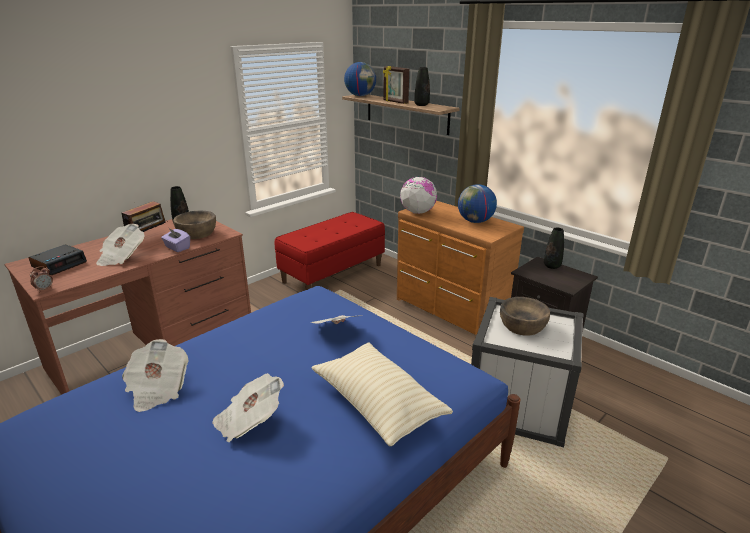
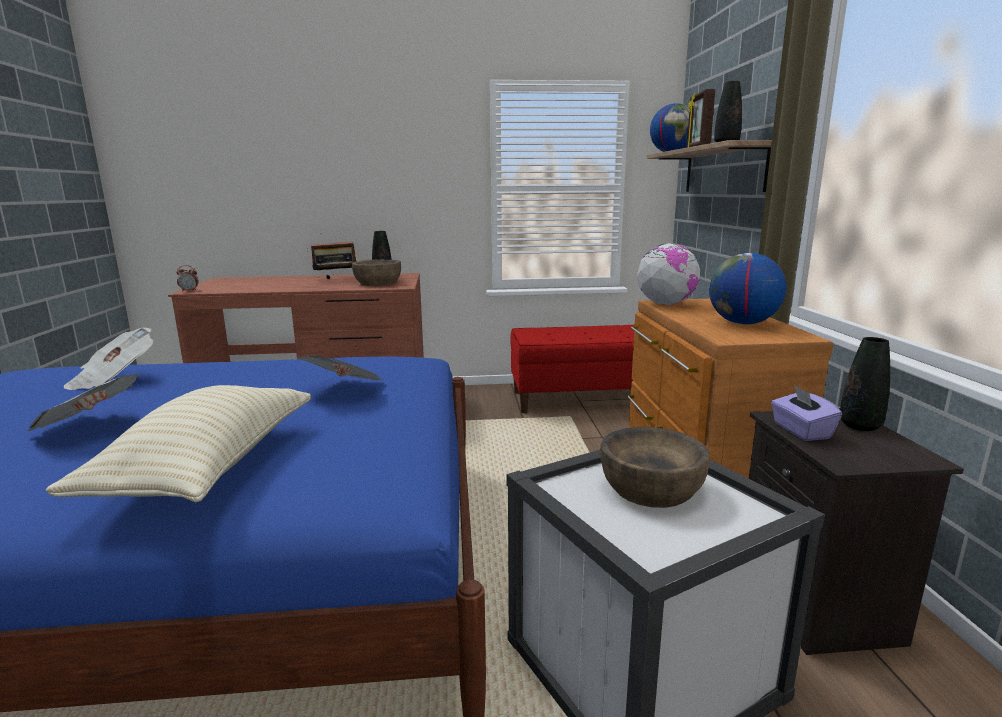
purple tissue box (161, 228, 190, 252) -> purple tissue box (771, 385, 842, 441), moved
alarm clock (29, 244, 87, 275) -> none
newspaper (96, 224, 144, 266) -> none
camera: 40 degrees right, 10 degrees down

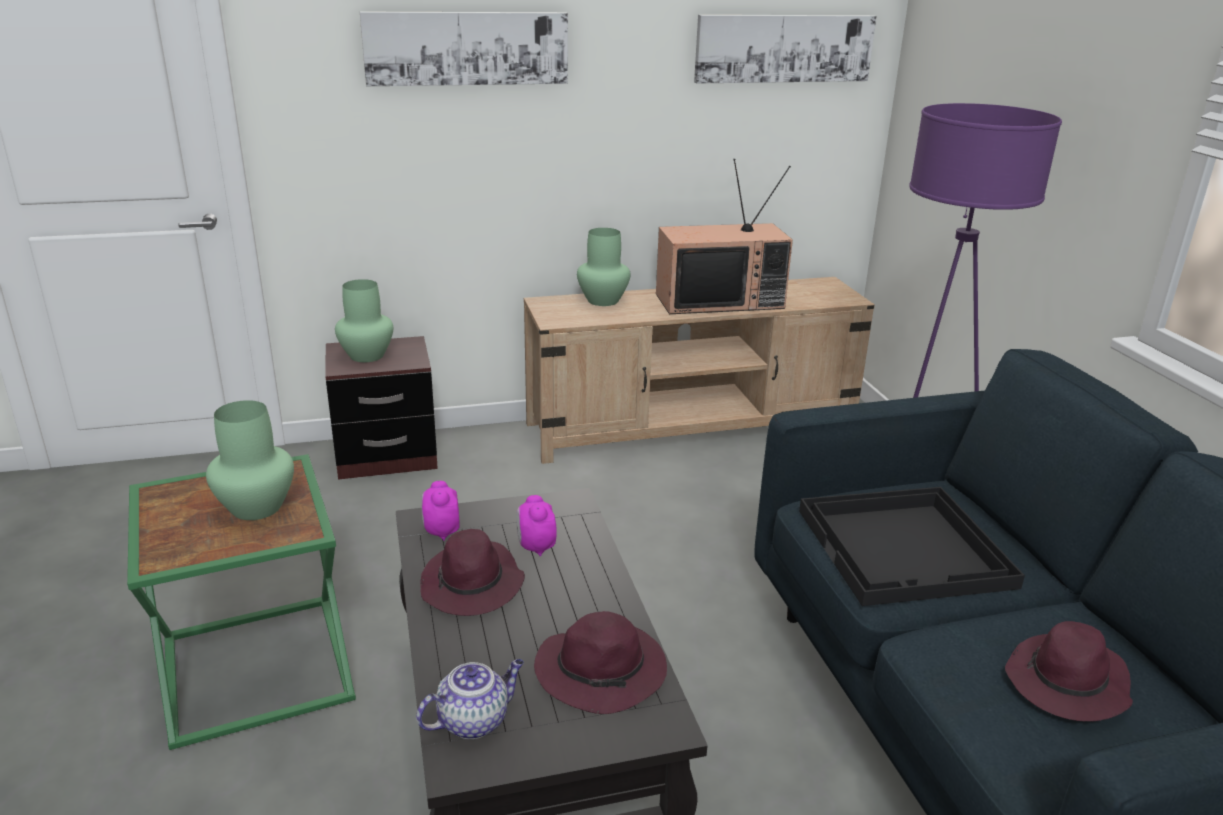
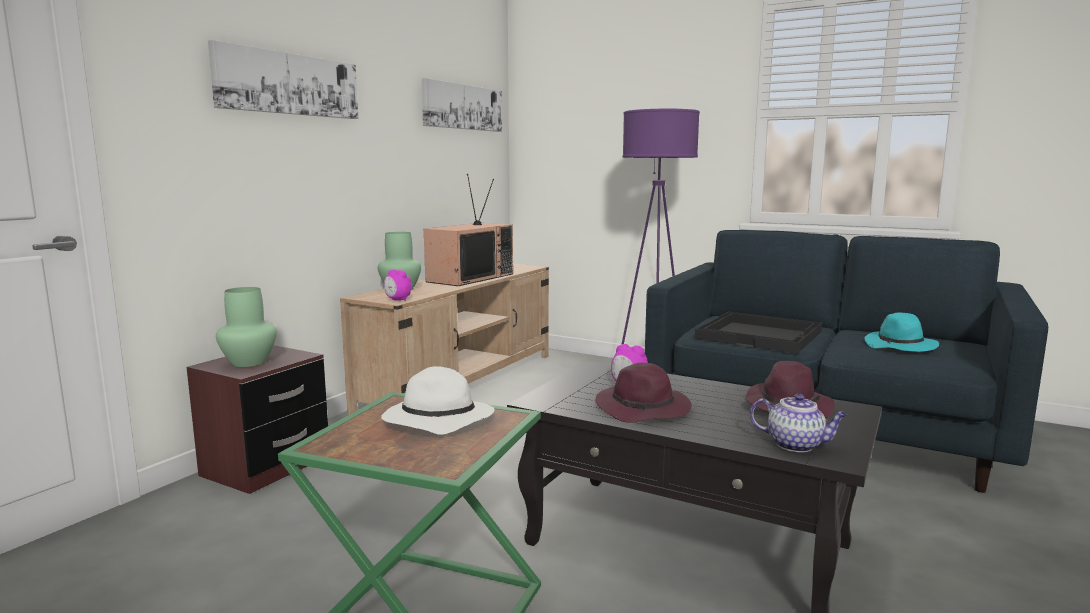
green vase (206, 400, 294, 520) -> white hat (381, 366, 494, 435)
alarm clock (422, 481, 460, 541) -> alarm clock (384, 269, 411, 301), moved
teapot (416, 659, 524, 739) -> teapot (750, 393, 848, 452), 105 degrees clockwise
purple hat (1005, 621, 1133, 721) -> turquoise hat (864, 312, 939, 352)
camera: 45 degrees left, 15 degrees down

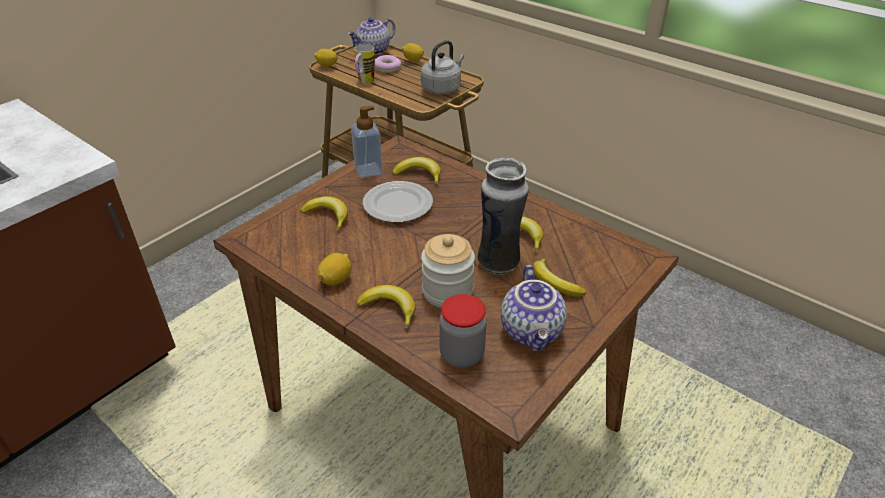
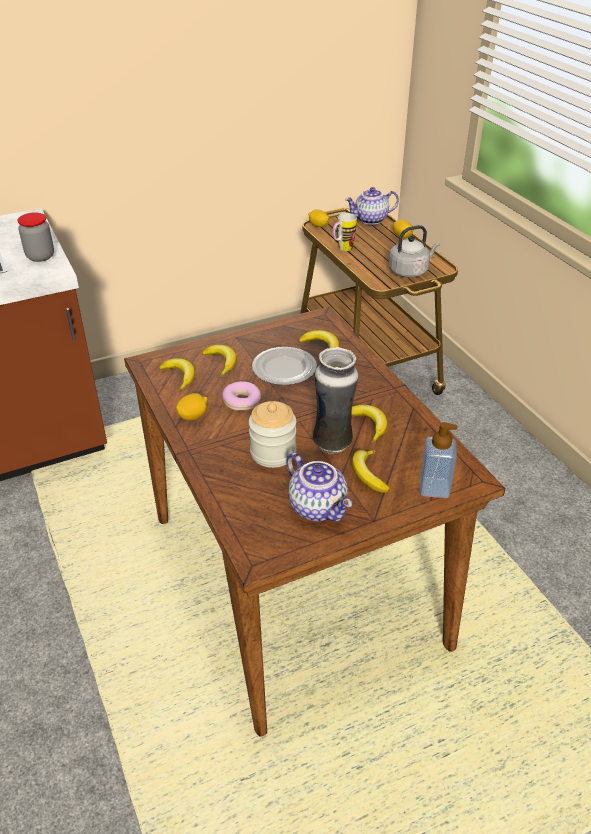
jar (439, 294, 487, 368) -> jar (17, 212, 54, 262), moved
banana (356, 285, 416, 329) -> banana (159, 358, 195, 392), moved
donut (375, 55, 401, 73) -> donut (222, 381, 261, 411), moved
teapot (501, 265, 567, 351) -> teapot (287, 452, 352, 522), 60 degrees counterclockwise
soap dispenser (351, 106, 383, 178) -> soap dispenser (420, 422, 457, 498), moved
camera: 25 degrees right, 0 degrees up

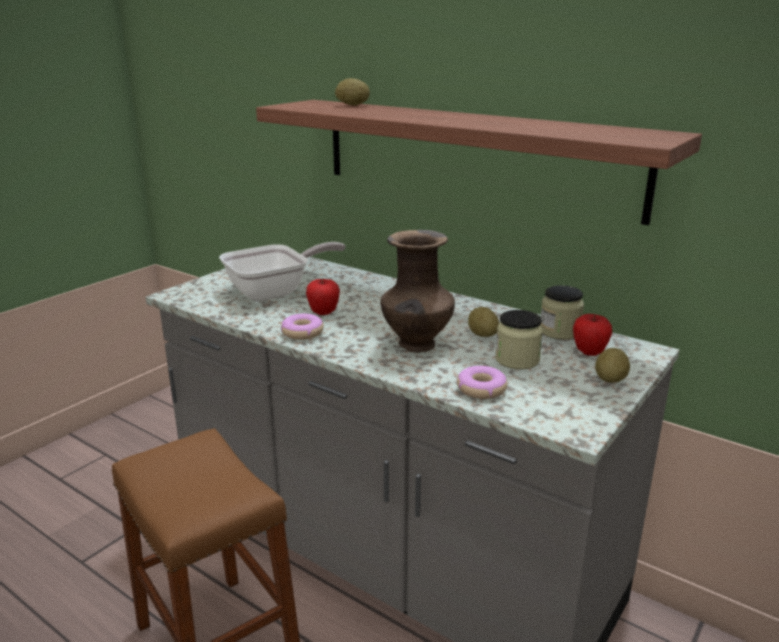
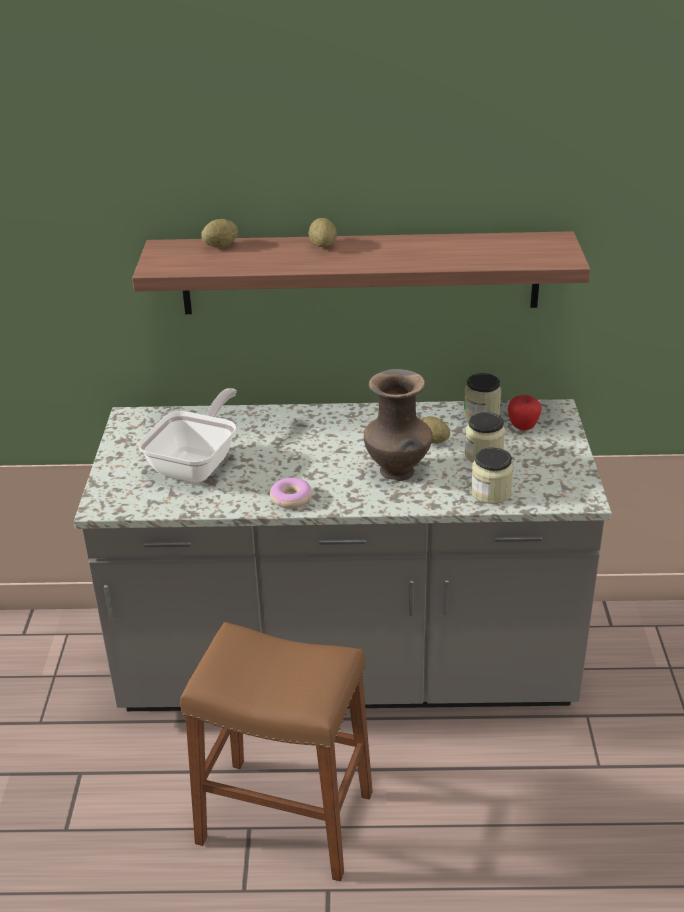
potato (595, 348, 630, 383) -> potato (309, 218, 337, 247), moved
donut (457, 366, 508, 399) -> jar (471, 447, 513, 504)
apple (306, 279, 340, 315) -> none
camera: 35 degrees left, 10 degrees up

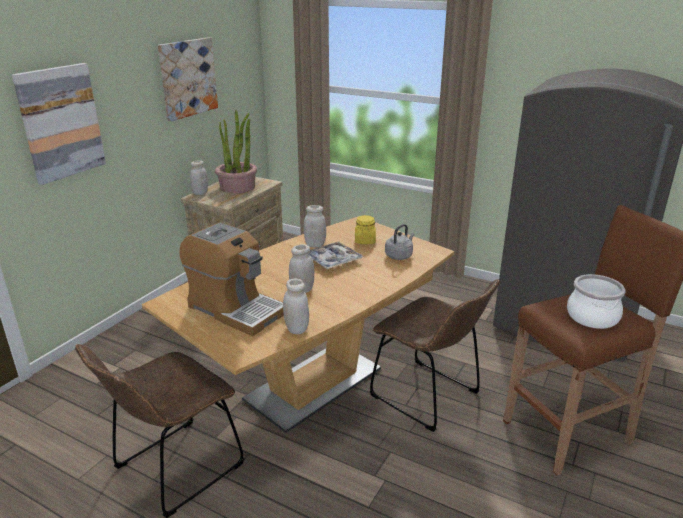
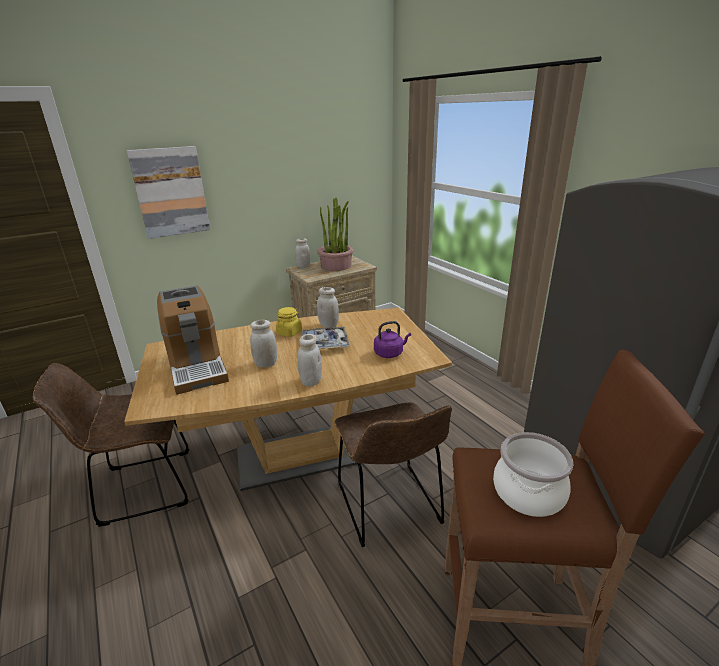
yellow jar (355, 215, 376, 244) -> yellow jar (276, 307, 302, 337), moved
white jar (283, 278, 309, 334) -> white jar (297, 334, 322, 387), moved
grey kettle (385, 224, 414, 260) -> purple kettle (374, 321, 411, 358)
picture (158, 37, 218, 121) -> none
camera: 30 degrees right, 0 degrees up

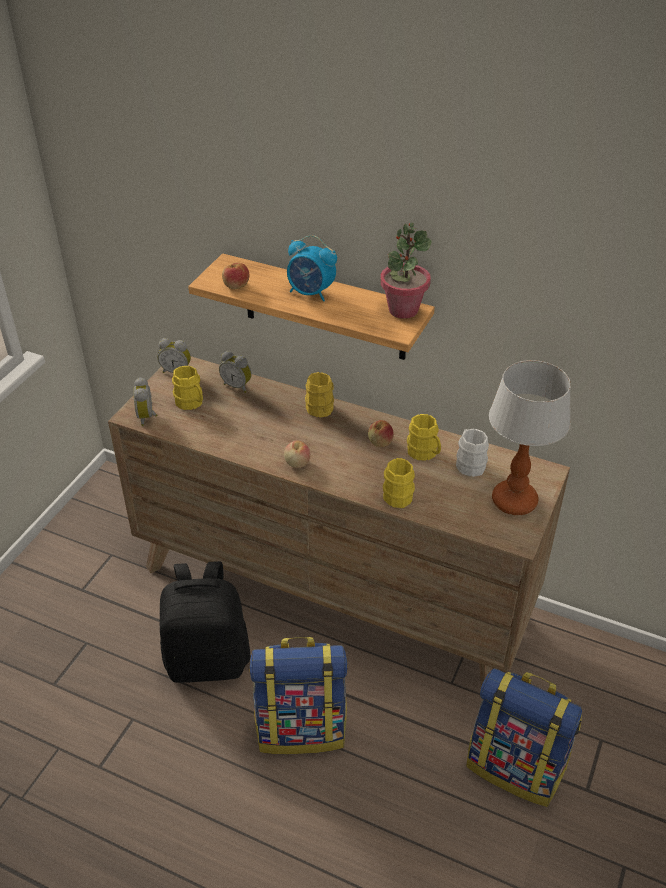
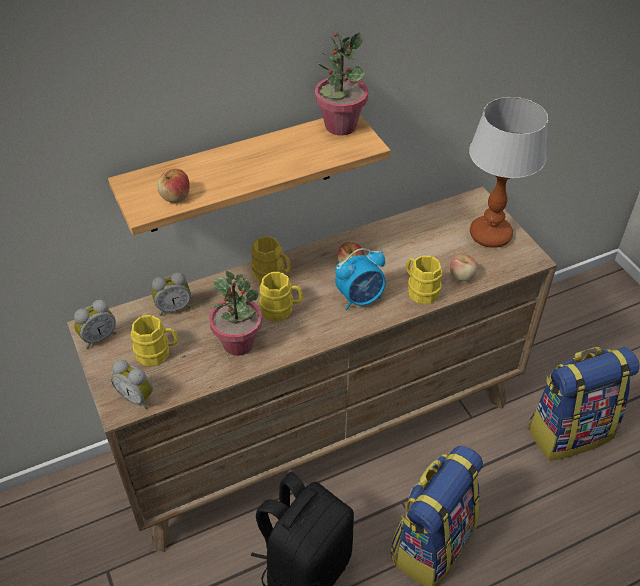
none -> potted plant (209, 271, 262, 356)
yellow mug (407, 414, 441, 461) -> yellow mug (259, 272, 303, 321), moved
alarm clock (287, 235, 337, 302) -> alarm clock (335, 248, 386, 310), moved
apple (284, 441, 310, 468) -> apple (450, 254, 477, 281), moved
white mug (456, 429, 489, 477) -> none
camera: 50 degrees left, 5 degrees up

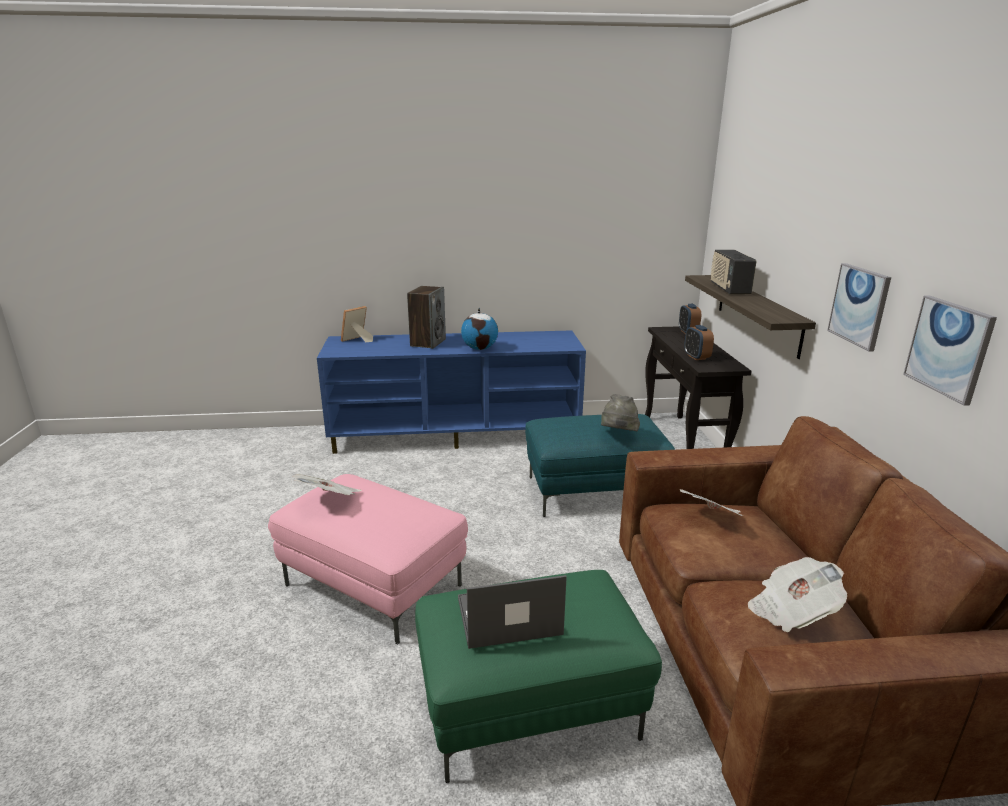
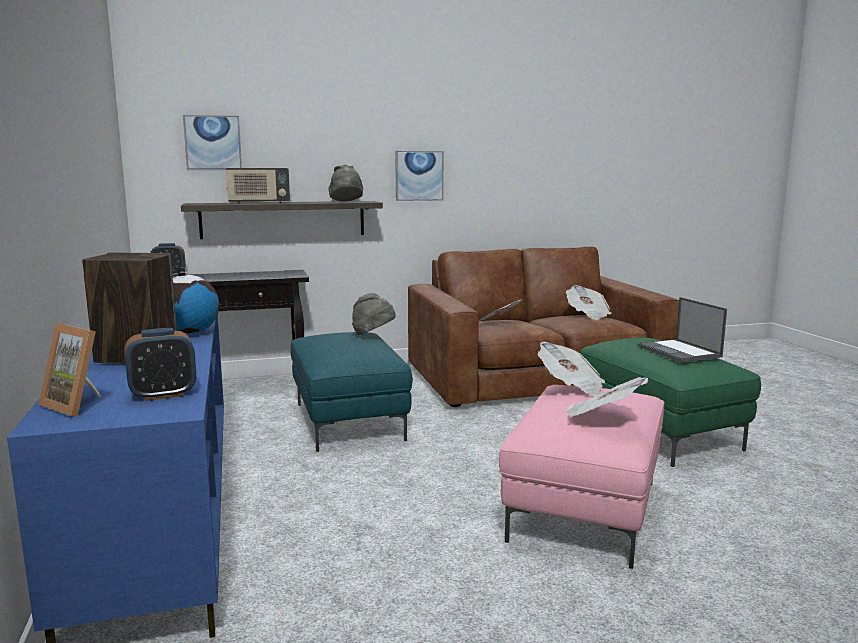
alarm clock (684, 325, 714, 360) -> alarm clock (124, 328, 196, 401), moved
picture (903, 295, 997, 406) -> picture (183, 115, 242, 170), moved
none -> grey hat (329, 165, 363, 201)
none -> newspaper (538, 342, 605, 396)
camera: 100 degrees left, 10 degrees down

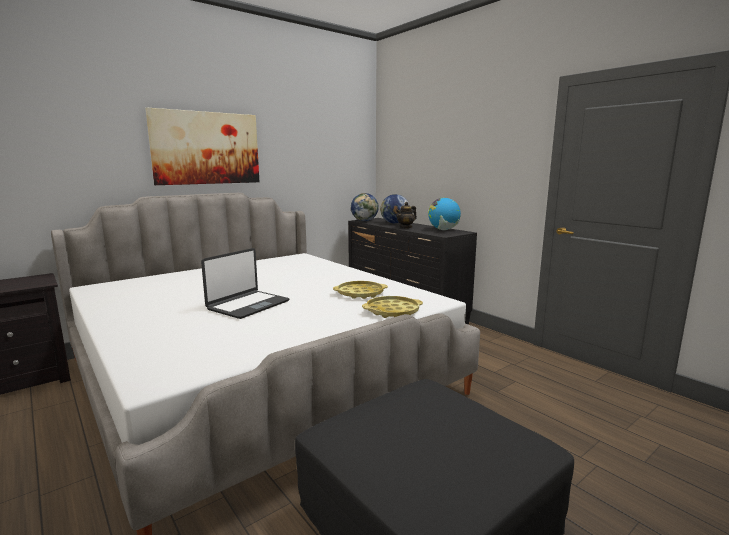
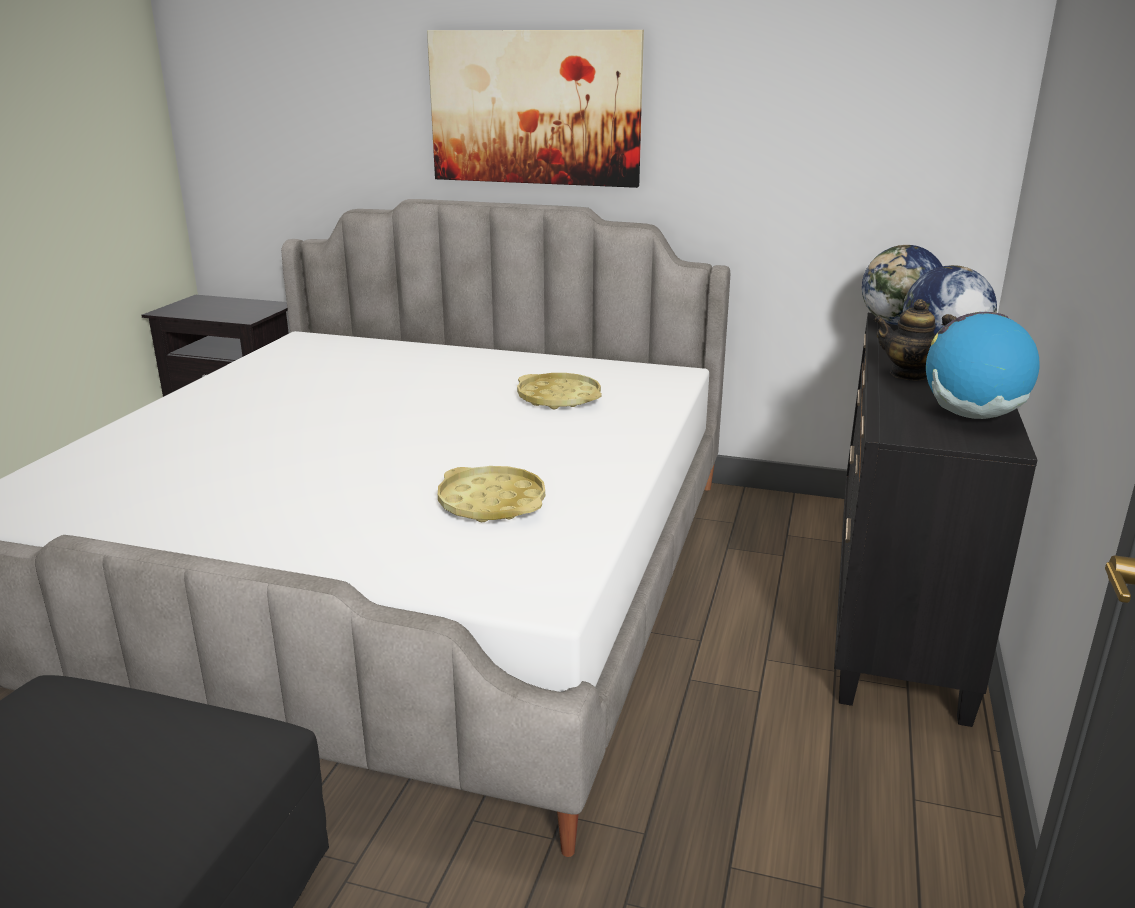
yellow tray (362, 296, 423, 318) -> yellow tray (517, 373, 602, 410), moved
laptop (201, 248, 290, 319) -> none
camera: 55 degrees right, 10 degrees up

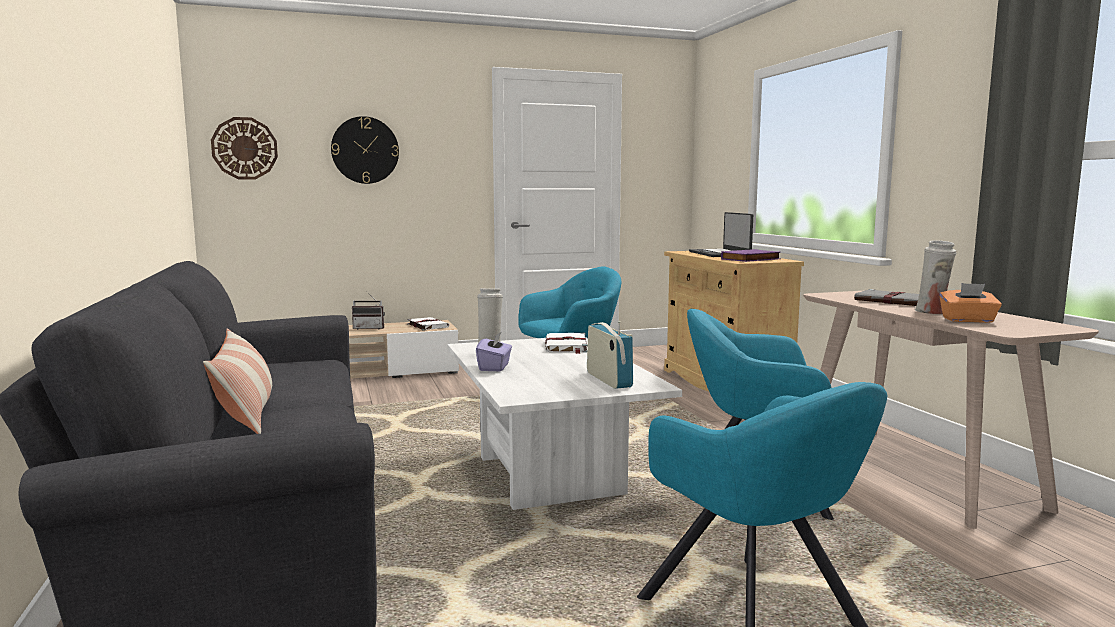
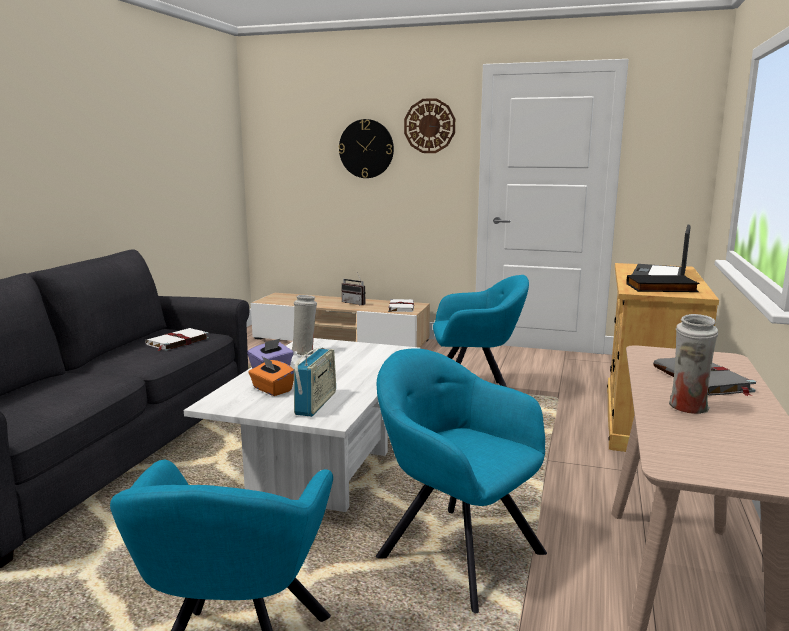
white book (545, 333, 587, 354) -> white book (145, 328, 209, 351), moved
orange tissue box (939, 283, 1002, 323) -> orange tissue box (248, 357, 294, 396), moved
wall clock (211, 117, 278, 179) -> wall clock (404, 98, 455, 153), moved
purple book (721, 249, 781, 262) -> black book (626, 275, 700, 292)
pillow (203, 329, 272, 434) -> none
camera: 35 degrees right, 5 degrees up

